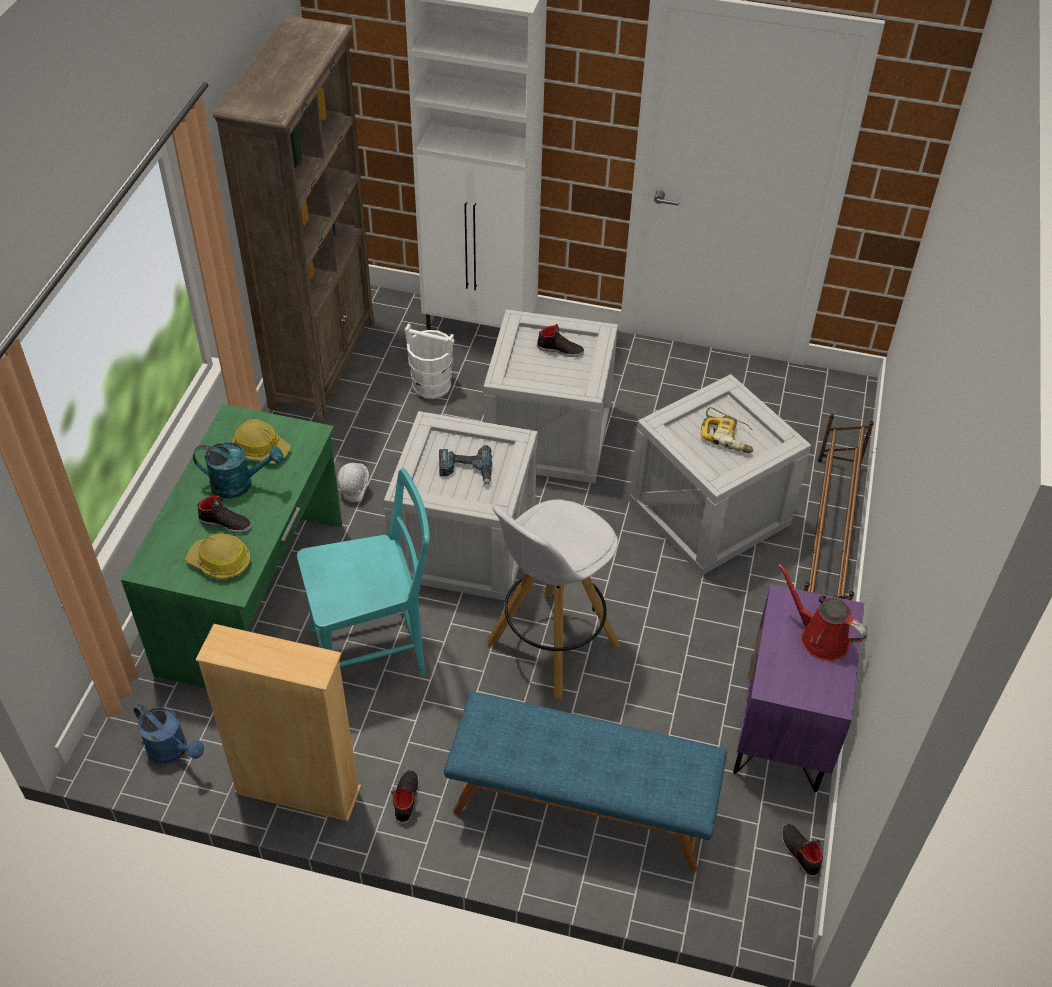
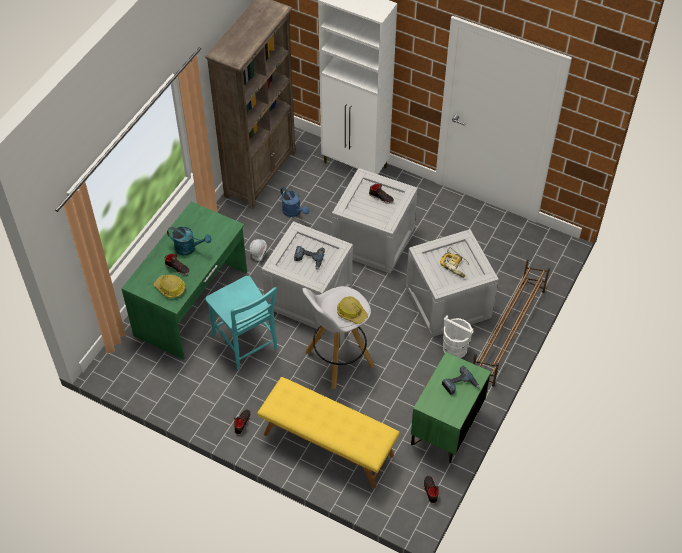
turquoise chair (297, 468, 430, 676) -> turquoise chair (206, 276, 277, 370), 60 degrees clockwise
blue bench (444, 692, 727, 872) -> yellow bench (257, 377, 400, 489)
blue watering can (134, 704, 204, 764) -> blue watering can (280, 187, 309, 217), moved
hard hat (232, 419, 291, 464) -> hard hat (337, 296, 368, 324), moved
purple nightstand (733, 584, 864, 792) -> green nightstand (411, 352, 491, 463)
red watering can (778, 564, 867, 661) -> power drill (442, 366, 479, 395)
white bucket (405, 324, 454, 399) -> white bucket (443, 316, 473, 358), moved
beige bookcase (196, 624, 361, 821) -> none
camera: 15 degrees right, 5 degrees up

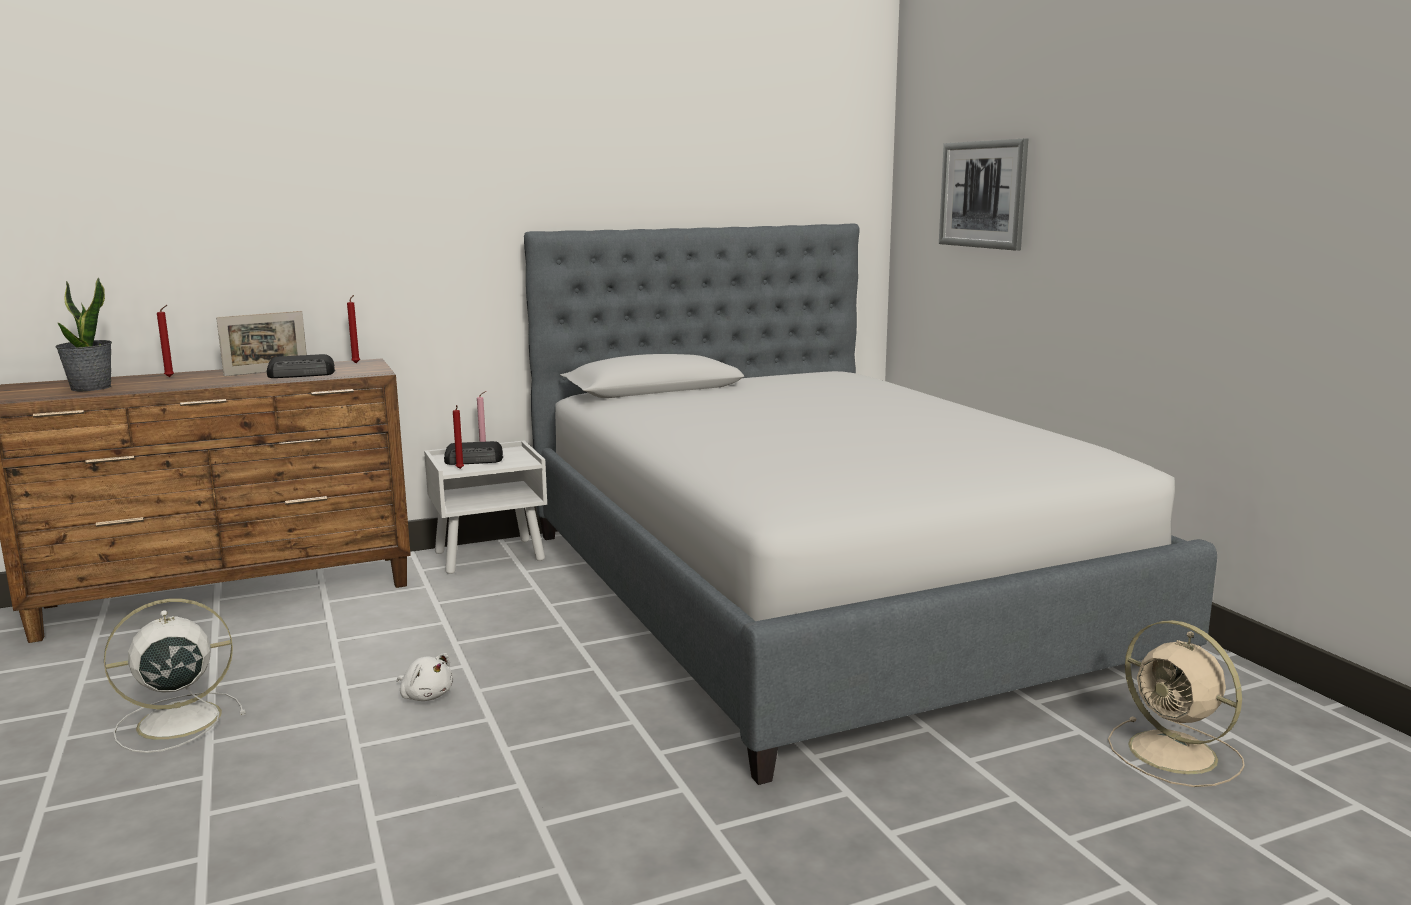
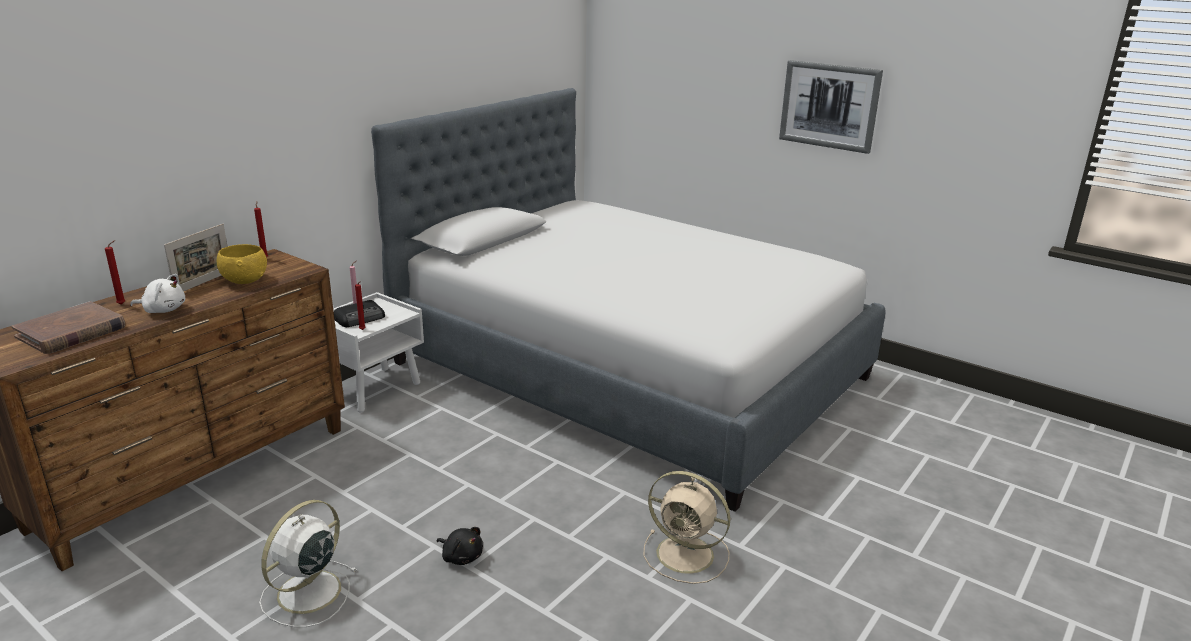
potted plant (56, 277, 112, 391) -> brown book (11, 301, 125, 354)
white plush toy (397, 653, 453, 701) -> white plush toy (130, 274, 185, 313), moved
radio (267, 354, 335, 378) -> yellow bowl (216, 244, 267, 284)
none -> black plush toy (437, 527, 483, 565)
beige fan (1108, 620, 1245, 787) -> beige fan (643, 471, 731, 584), moved
picture (939, 139, 1028, 251) -> picture (779, 60, 883, 154), moved
camera: 30 degrees left, 10 degrees up

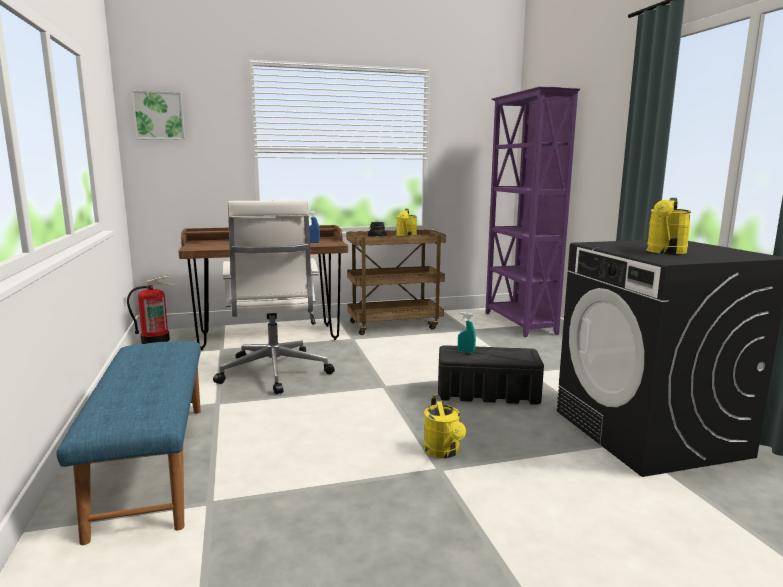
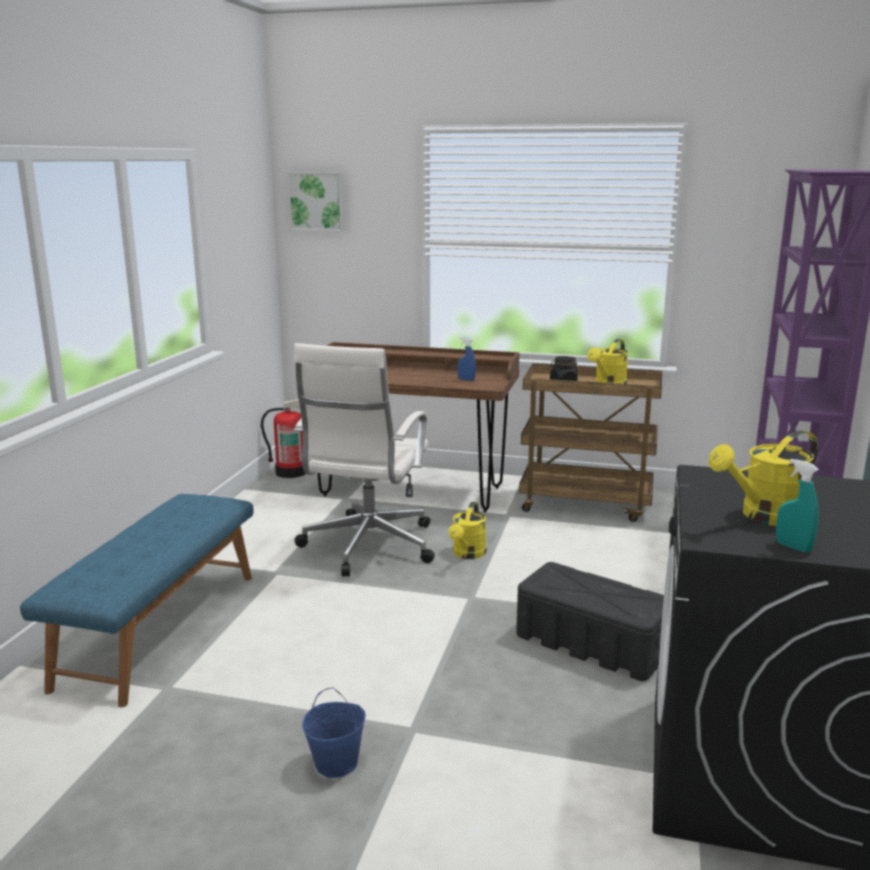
none -> blue bucket (302, 687, 366, 778)
yellow watering can (423, 395, 466, 458) -> yellow watering can (448, 502, 486, 559), moved
turquoise spray bottle (458, 312, 476, 353) -> turquoise spray bottle (776, 459, 819, 553), moved
camera: 30 degrees right, 5 degrees up

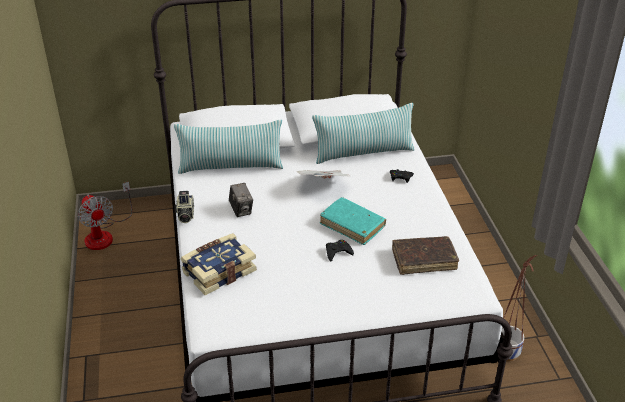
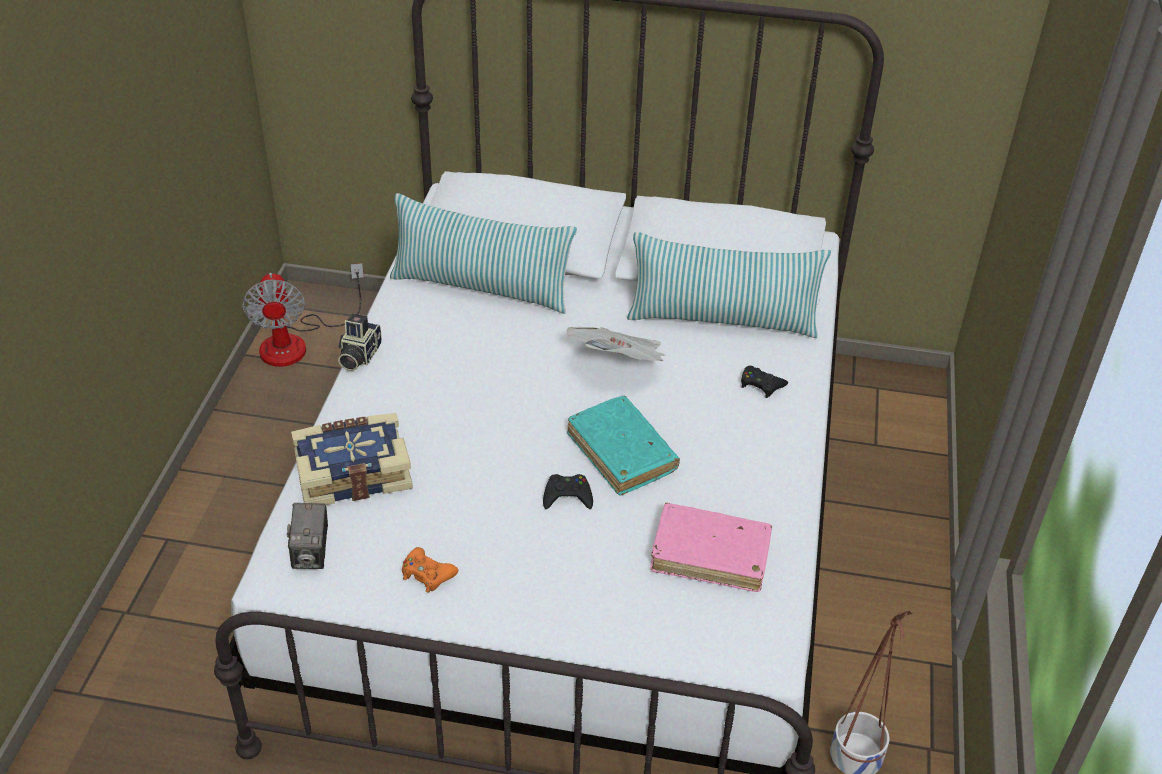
photo camera (229, 183, 253, 217) -> photo camera (287, 503, 328, 569), moved
none -> orange game controller (402, 547, 458, 593)
brown book (392, 236, 459, 275) -> pink book (650, 503, 772, 592)
camera: 20 degrees right, 5 degrees up

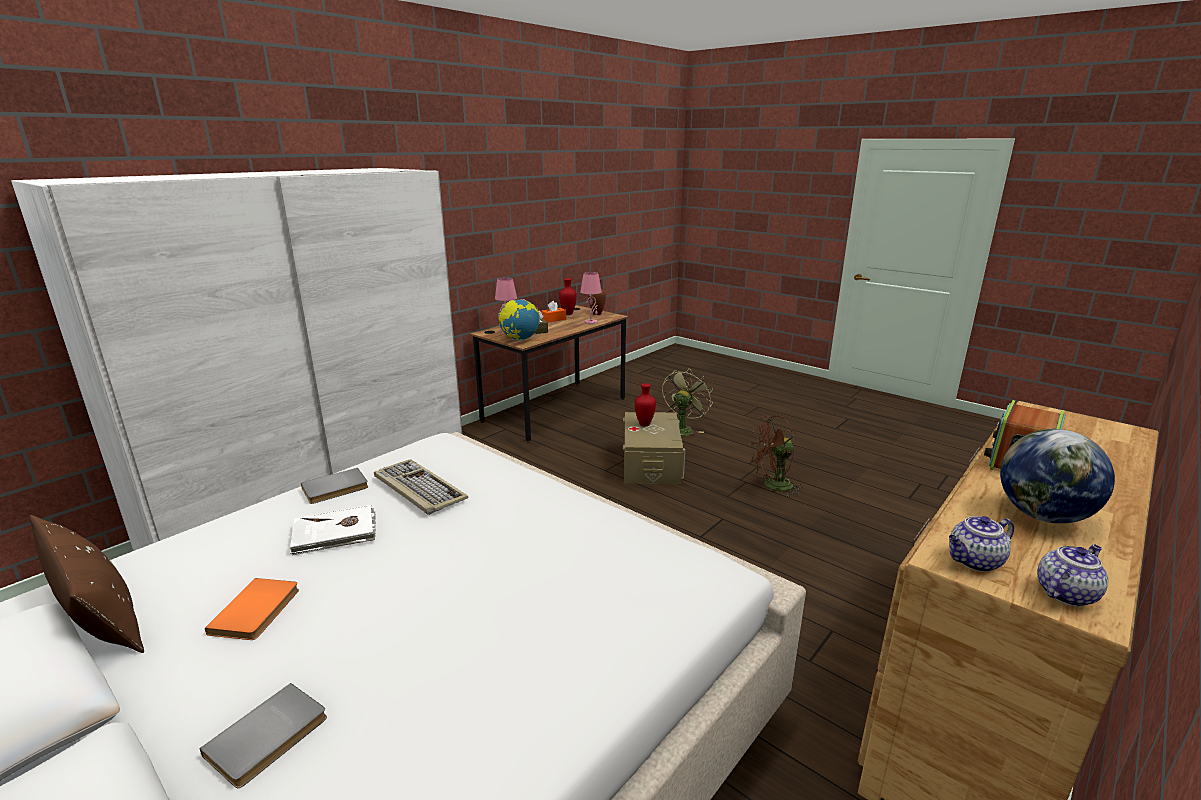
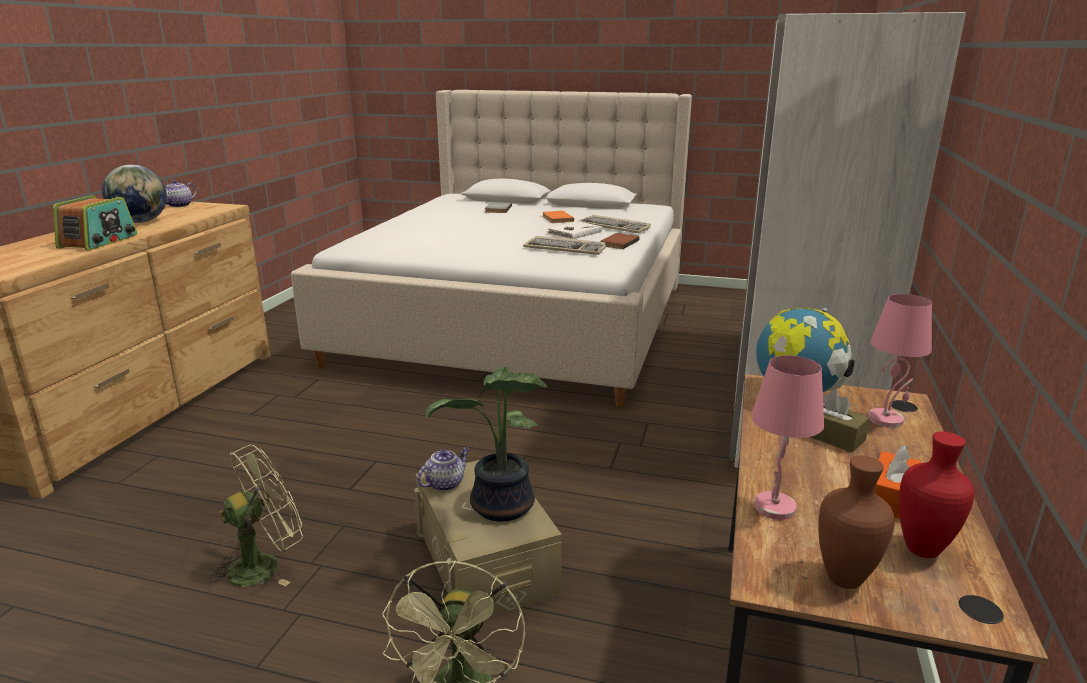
brown fan (749, 415, 803, 497) -> green fan (209, 445, 303, 587)
teapot (949, 516, 1014, 572) -> teapot (417, 447, 469, 491), moved
red vase (635, 383, 656, 426) -> potted plant (425, 366, 547, 522)
none -> keyboard (577, 215, 651, 233)
grey book (301, 468, 368, 504) -> brown book (600, 233, 639, 249)
brown pillow (30, 515, 144, 653) -> none
camera: 155 degrees right, 0 degrees up

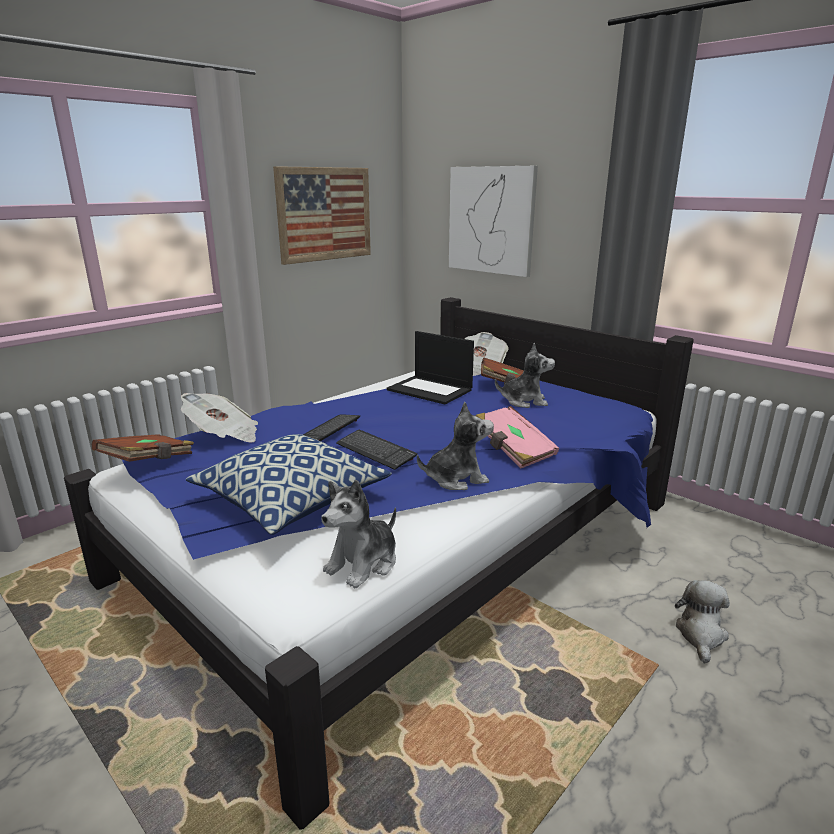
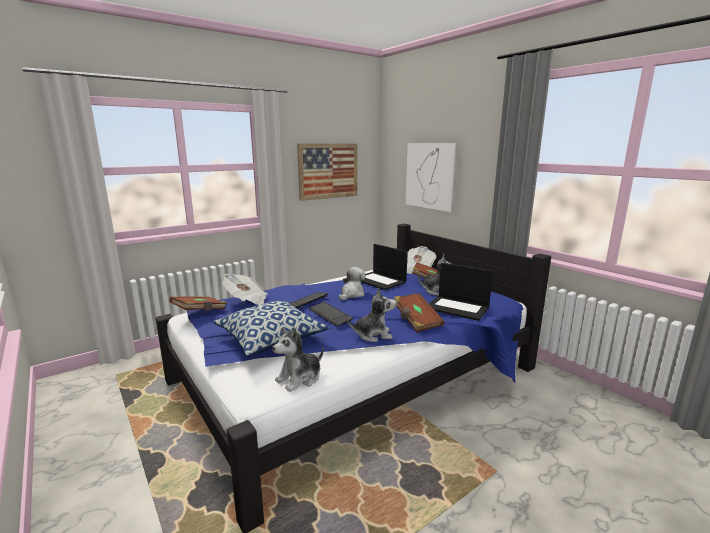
plush toy (675, 580, 730, 664) -> plush toy (339, 267, 365, 300), moved
pink book (475, 406, 559, 469) -> brown book (394, 293, 445, 332)
none -> laptop (429, 263, 493, 321)
camera: 10 degrees right, 5 degrees down

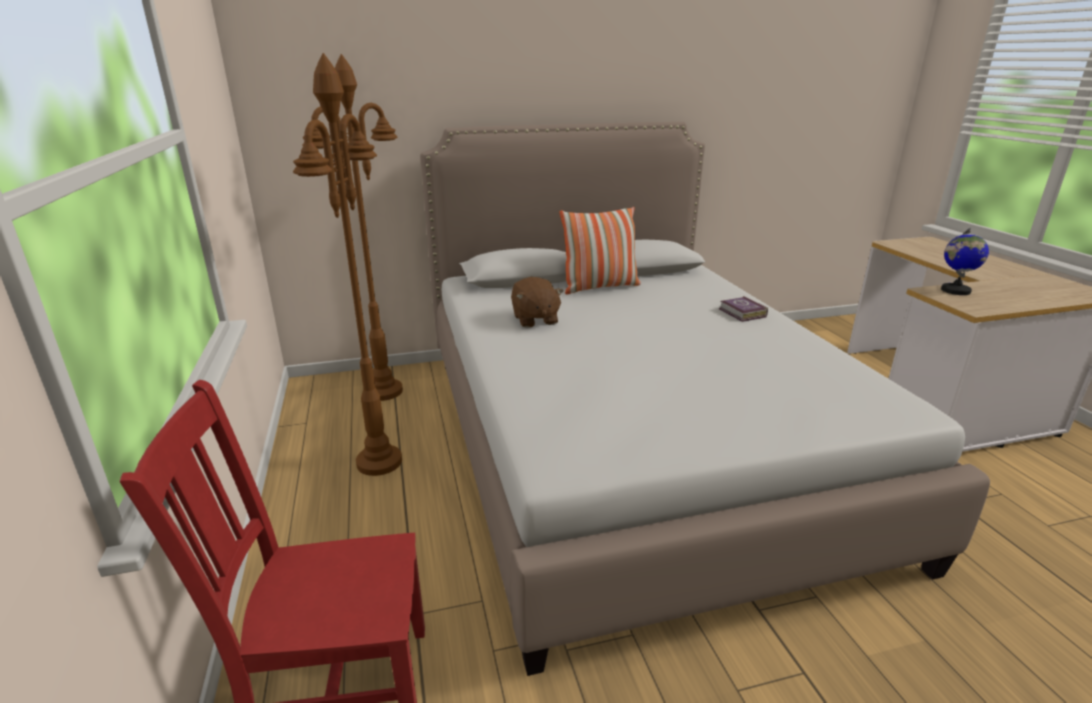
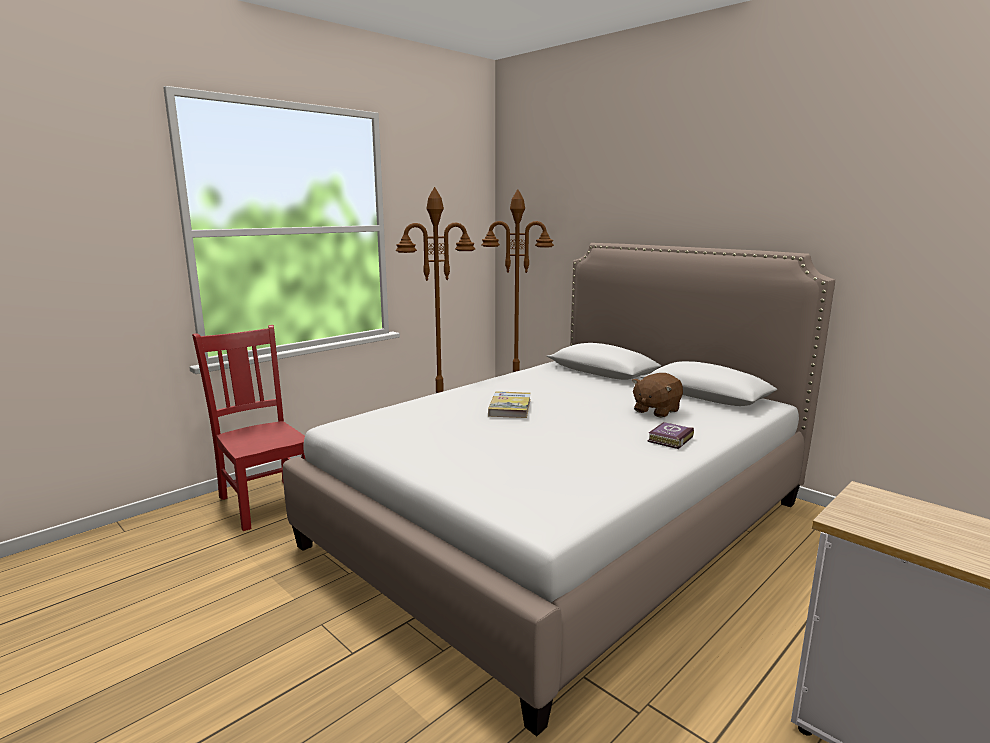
none -> book (488, 391, 531, 418)
brown plush toy (511, 277, 563, 328) -> brown plush toy (632, 373, 683, 418), moved
pillow (559, 207, 641, 294) -> none
globe (941, 228, 989, 295) -> none
camera: 60 degrees right, 10 degrees down

